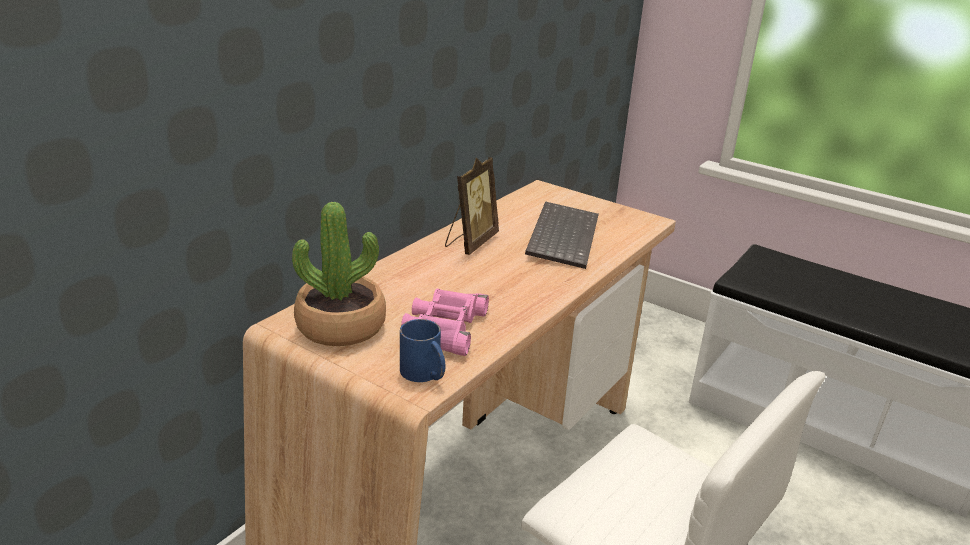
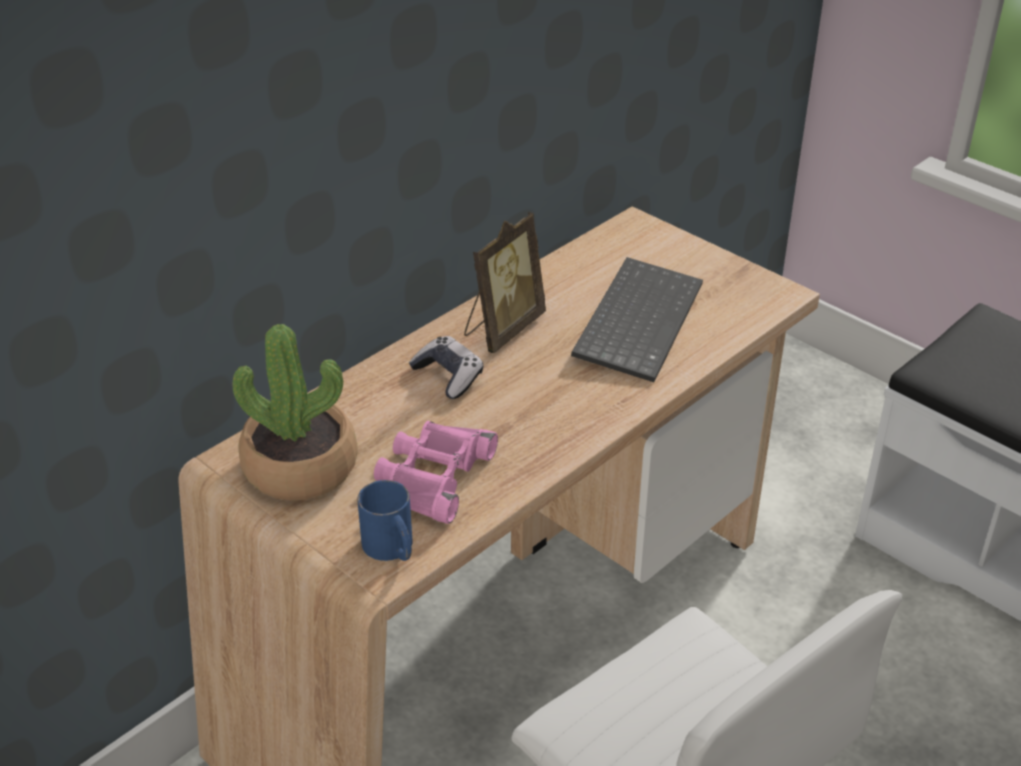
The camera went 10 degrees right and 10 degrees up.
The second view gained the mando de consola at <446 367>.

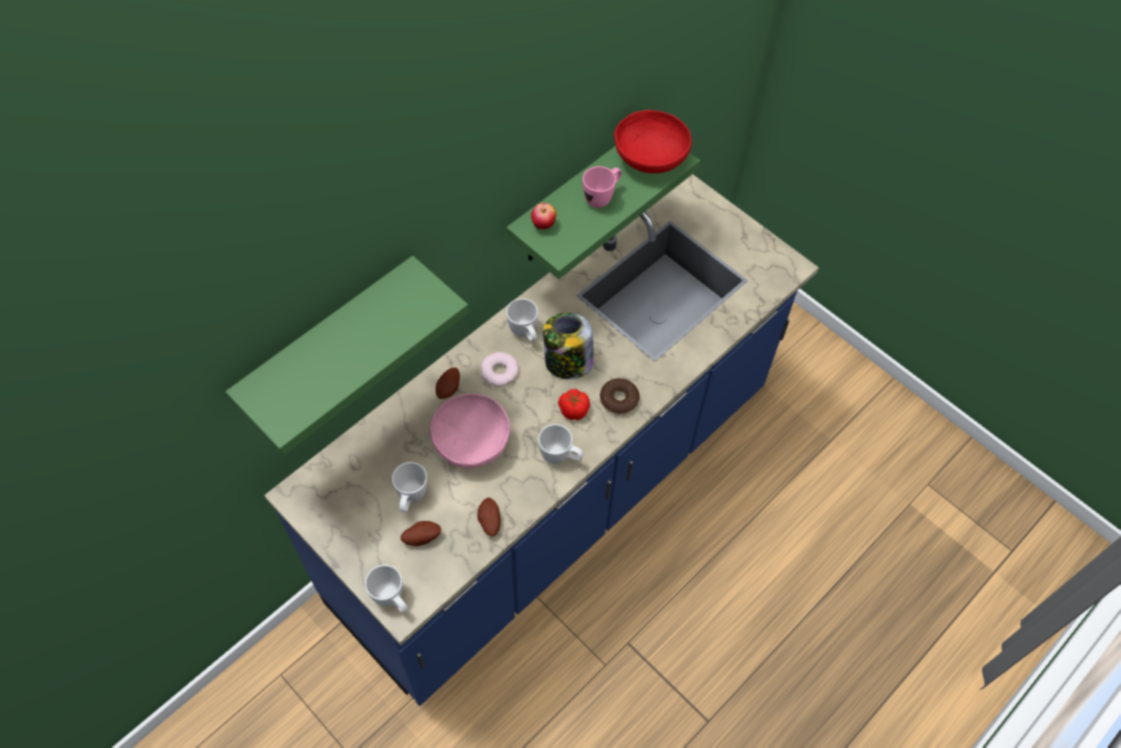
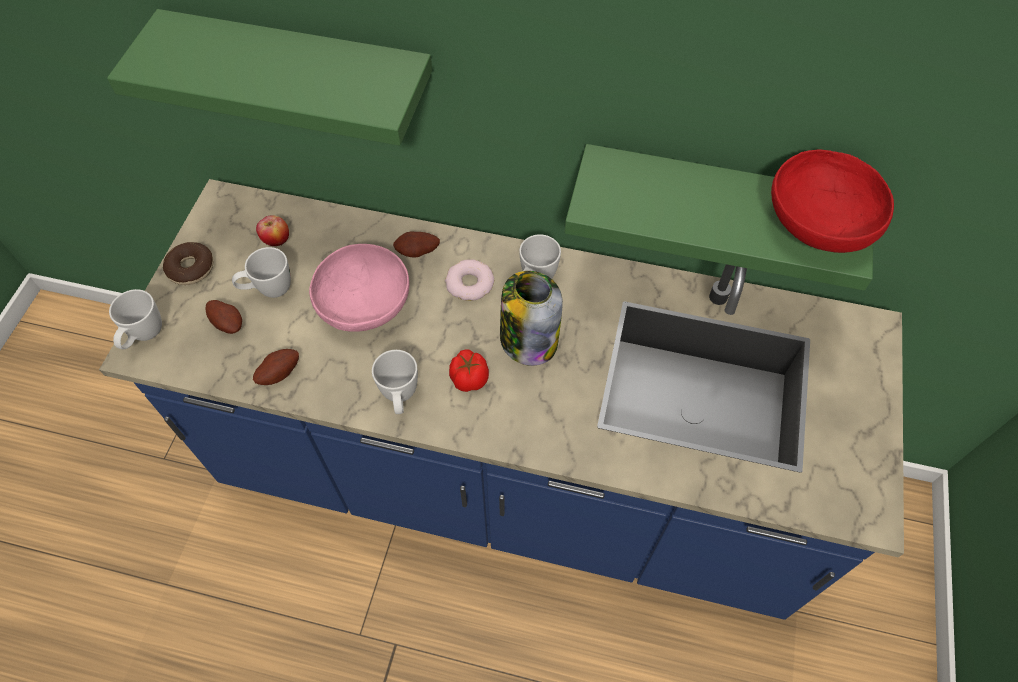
The camera went 60 degrees right and 0 degrees up.
The rosquilla ended up elsewhere, having gone from <620 396> to <188 263>.
The manzana ended up elsewhere, having gone from <543 216> to <272 230>.
The second view lost the taza grande/rosa at <602 187>.

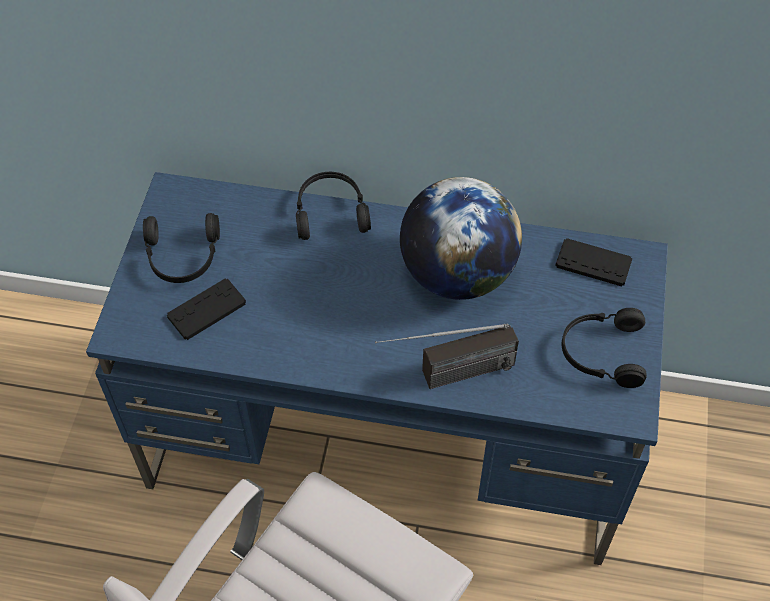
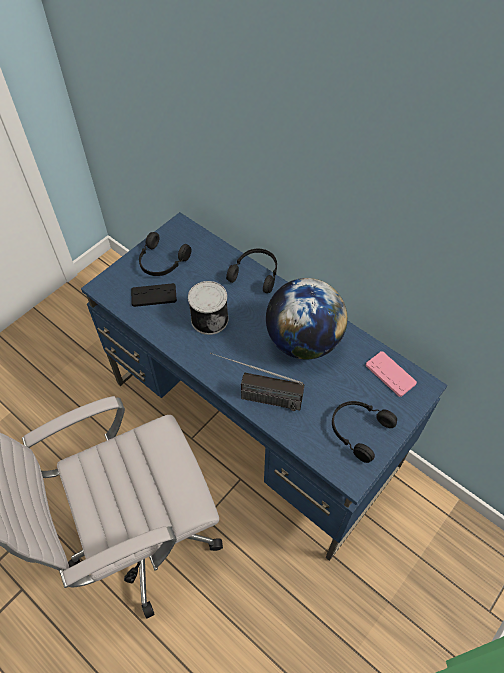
The camera went 30 degrees right and 0 degrees up.
The second view gained the lata at <208 308>.
What was the mando de consola/negro at <593 262> turned into the mando de consola/rosa at <391 374>.

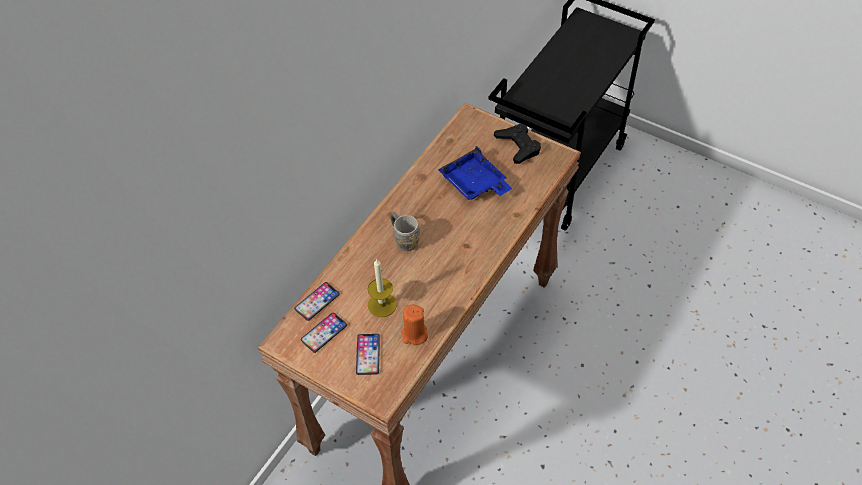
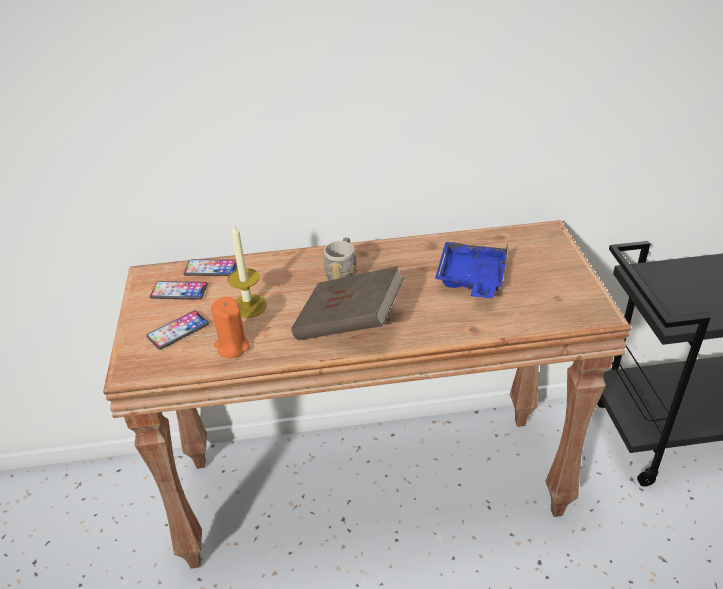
The camera went 50 degrees right and 15 degrees down.
The second view gained the libro/marrón at <347 303>.
The second view lost the mando de consola/negro at <517 144>.

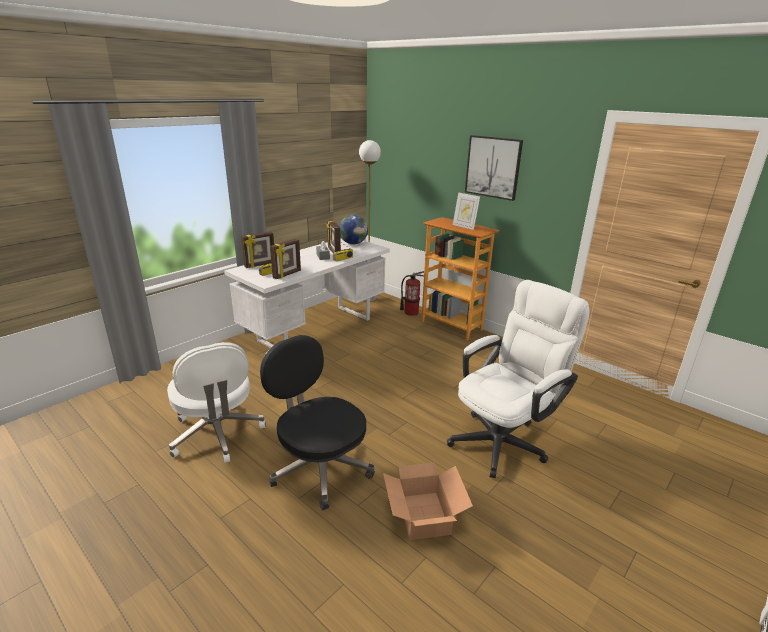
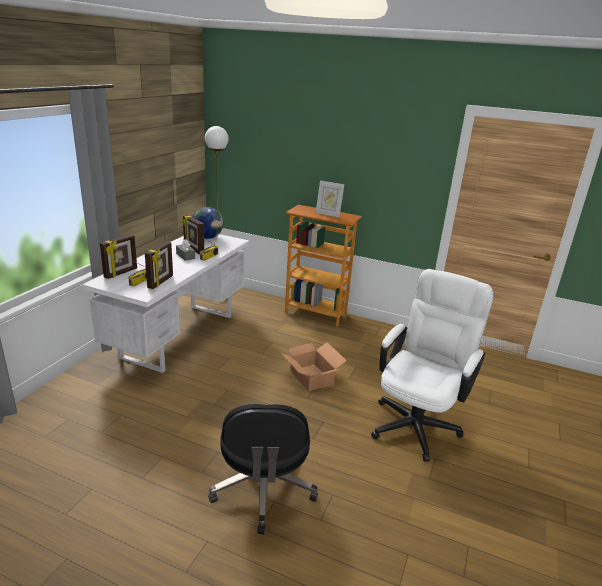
The camera went 20 degrees left and 0 degrees up.
The silla de oficina/negro at <317 422> ended up facing another way, 120 degrees counterclockwise from before.
The caja de cartón ended up elsewhere, having gone from <428 501> to <314 366>.
The second view lost the silla de oficina/blanco at <216 402>.
The second view lost the extintor at <412 293>.
The second view lost the cuadro at <494 168>.

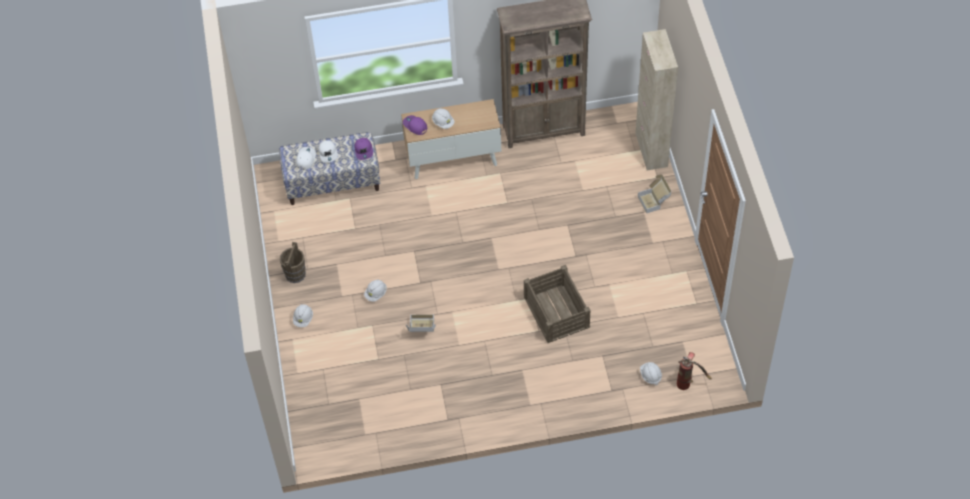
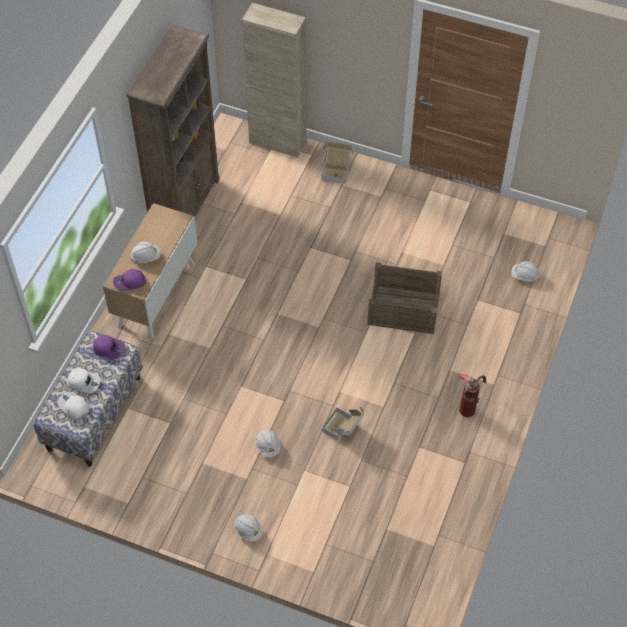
The camera went 60 degrees left and 0 degrees up.
The extintor ended up elsewhere, having gone from <694 371> to <472 395>.
The second view lost the cubo/marrón at <293 262>.

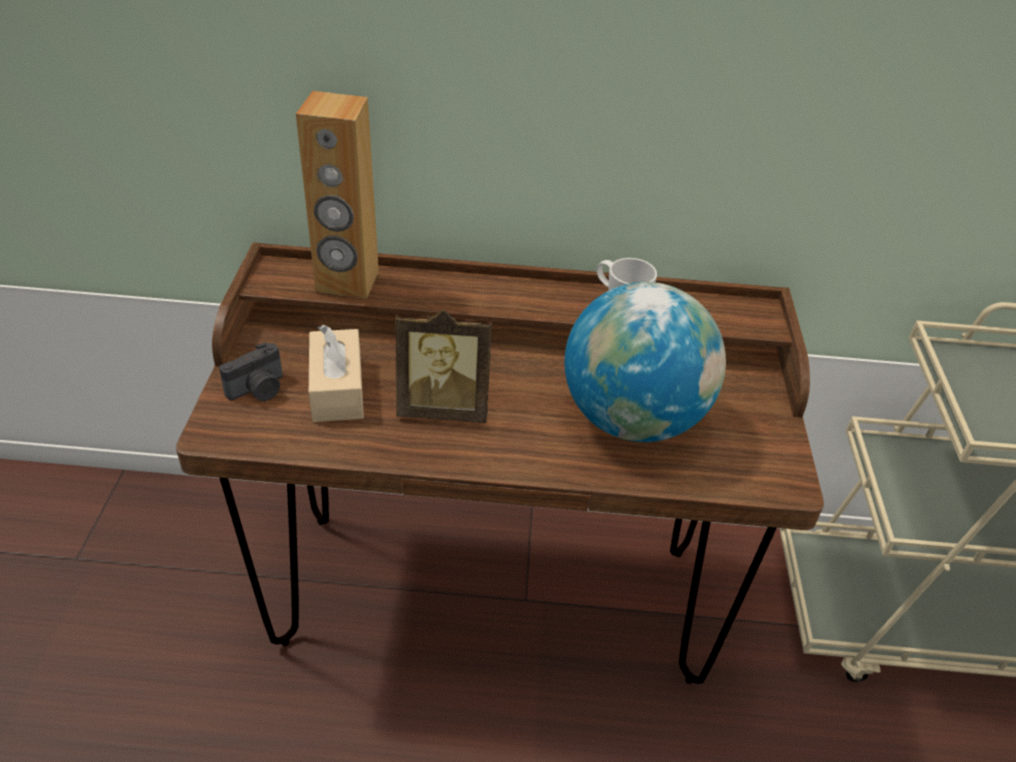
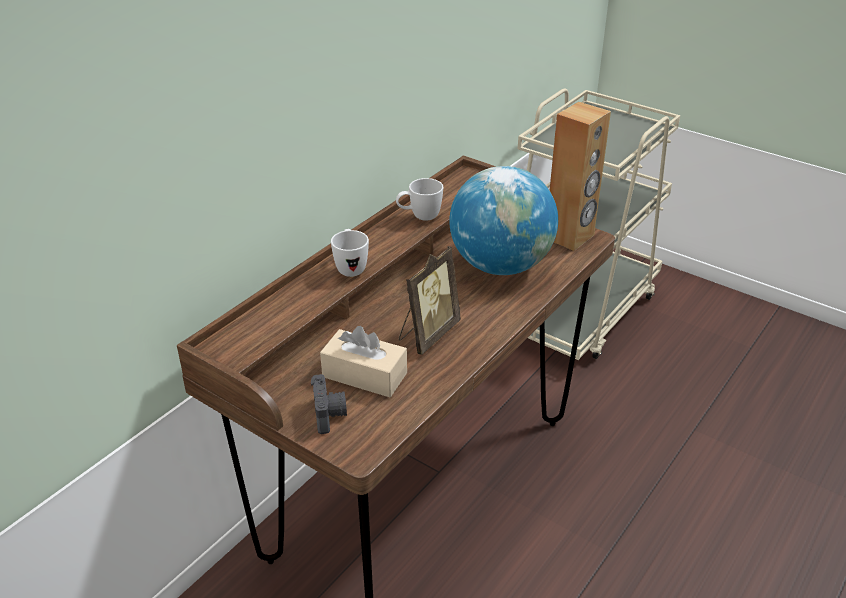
The camera went 55 degrees left and 5 degrees down.
The second view gained the taza grande/blanco at <350 253>.
The altavoz/marrón ended up elsewhere, having gone from <337 195> to <580 176>.

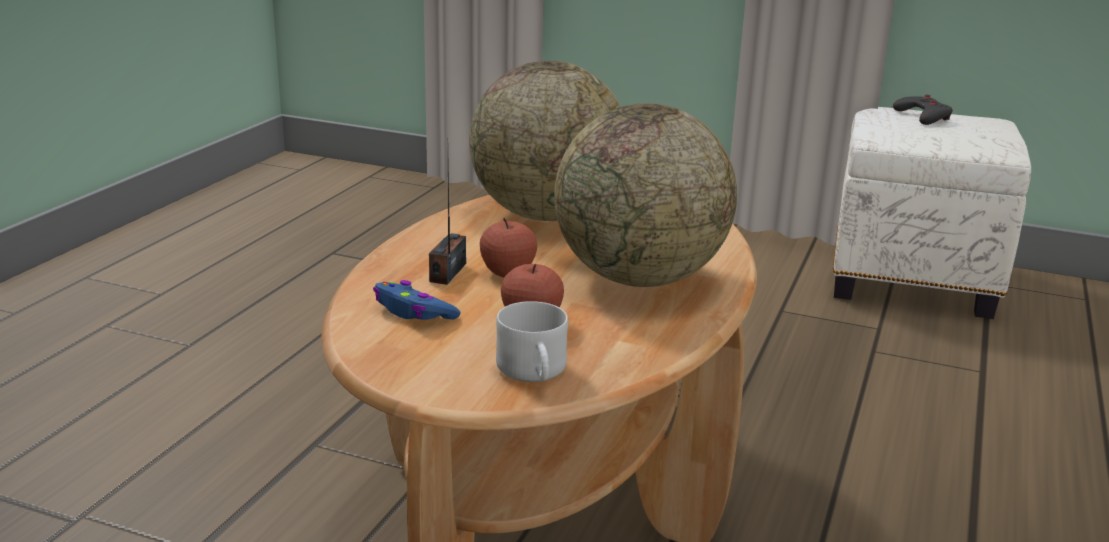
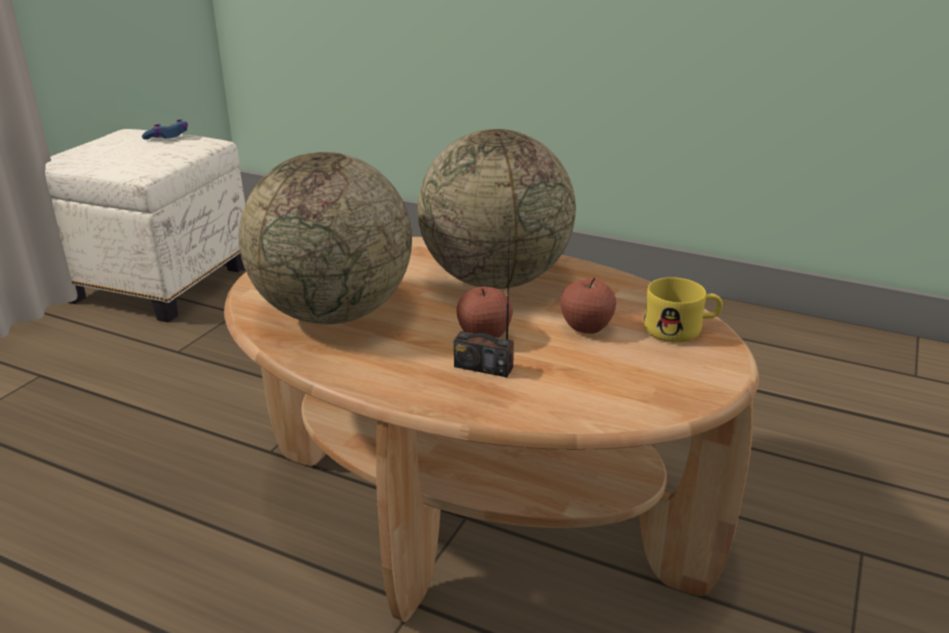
The camera went 85 degrees left and 5 degrees up.
The mando de consola/azul ended up elsewhere, having gone from <417 300> to <165 129>.
What was the taza grande/blanco at <532 341> turned into the taza grande/amarillo at <683 310>.
The second view lost the mando de consola/gris at <923 110>.

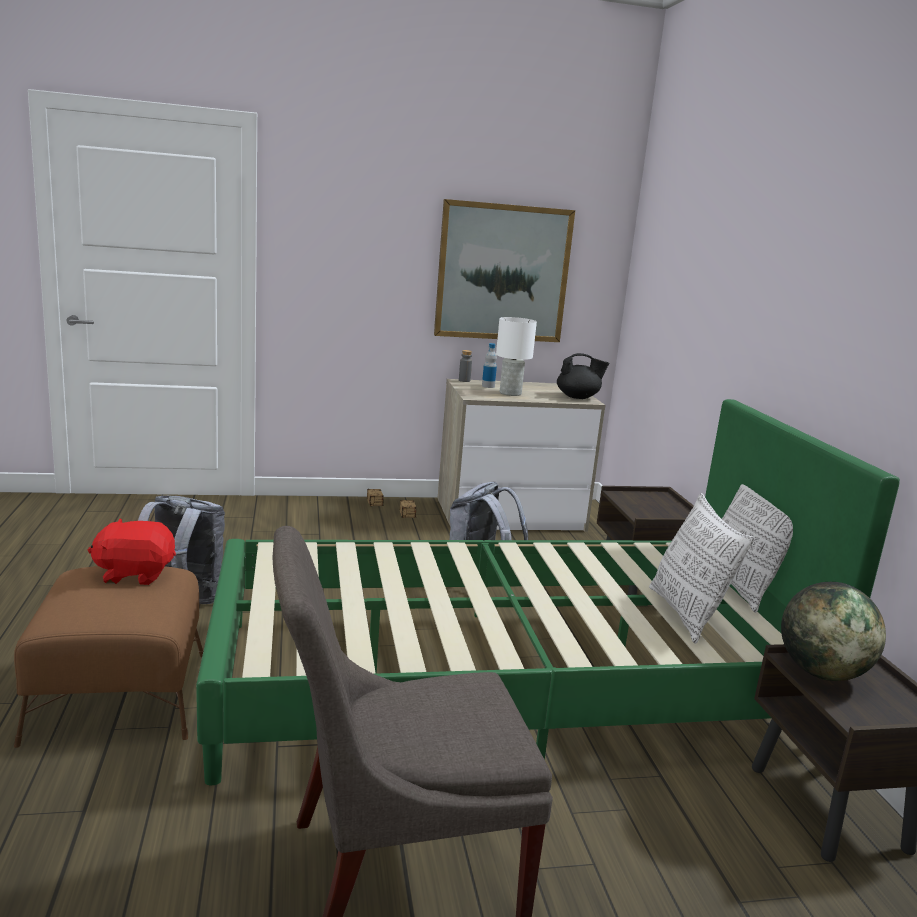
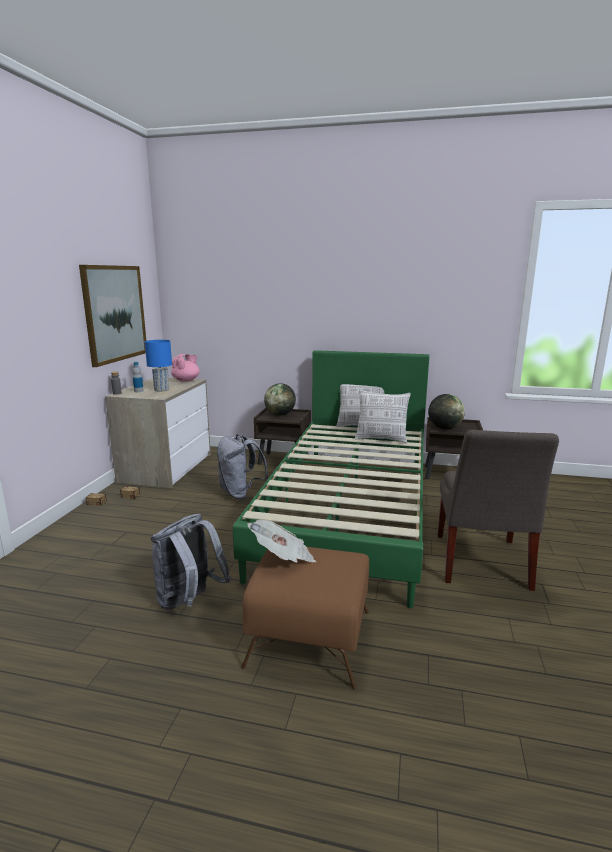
The camera went 65 degrees left and 0 degrees up.
What was the lámpara de mesa/blanco at <516 356> turned into the lámpara de mesa/azul at <158 365>.
What was the tetera/negro at <583 376> turned into the tetera/rosa at <185 368>.
Where the peluche/rojo stood at <132 552>, the periódico came to stand at <281 541>.
The second view gained the globo terráqueo at <280 399>.

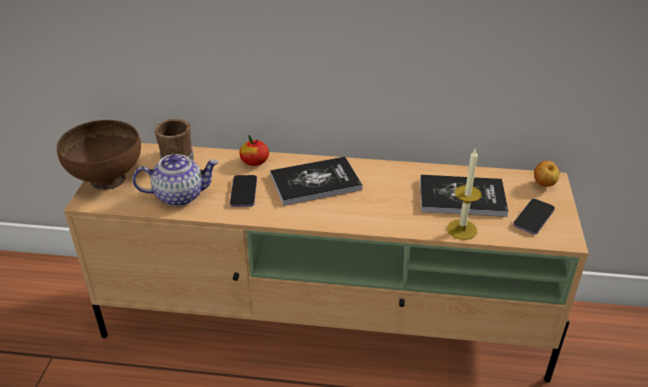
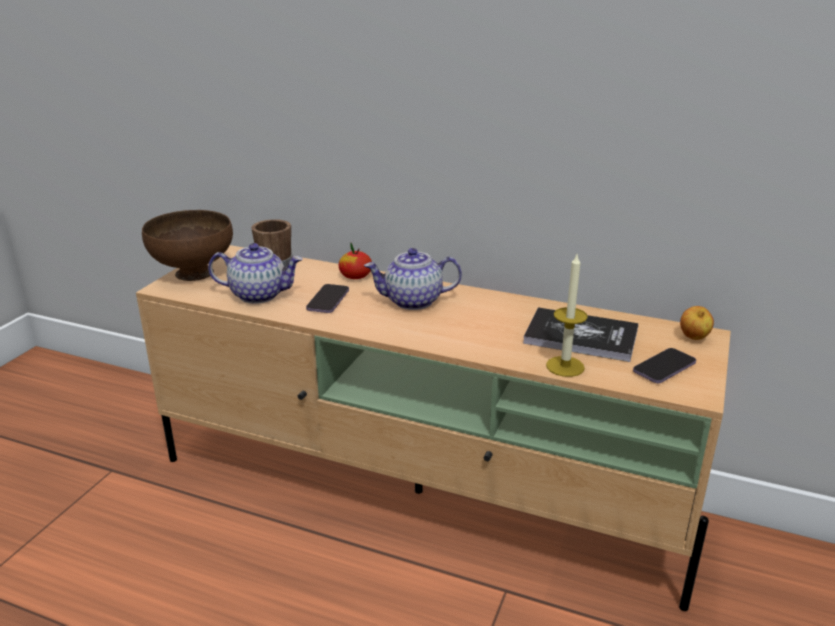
The camera went 15 degrees right and 10 degrees down.
Where the libro stood at <316 181>, the tetera came to stand at <413 279>.

